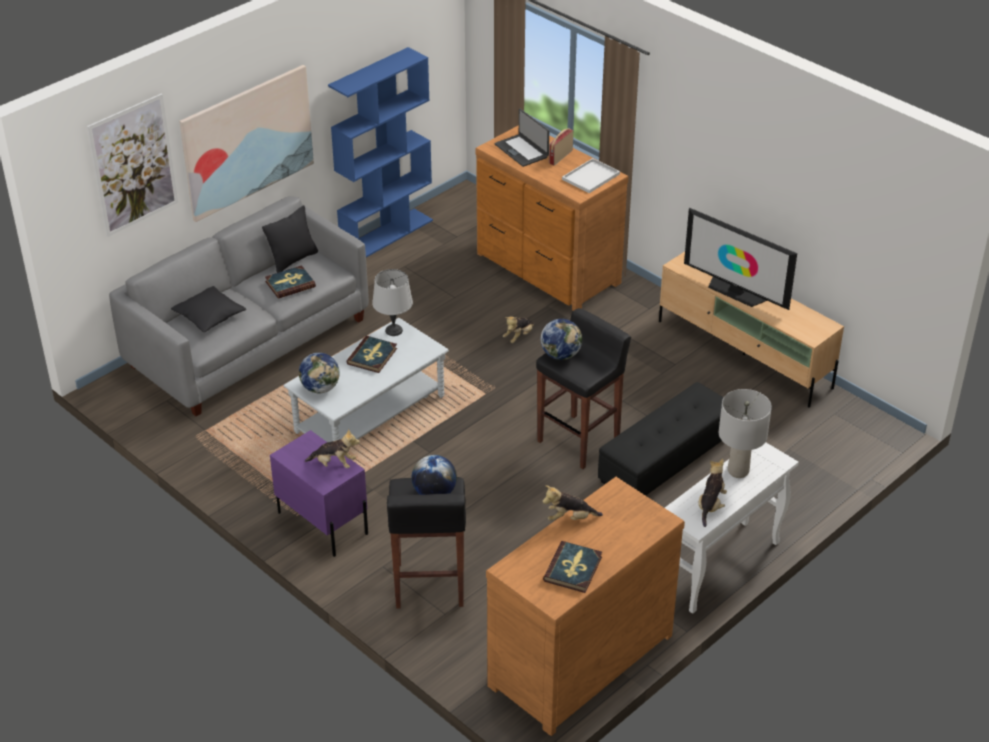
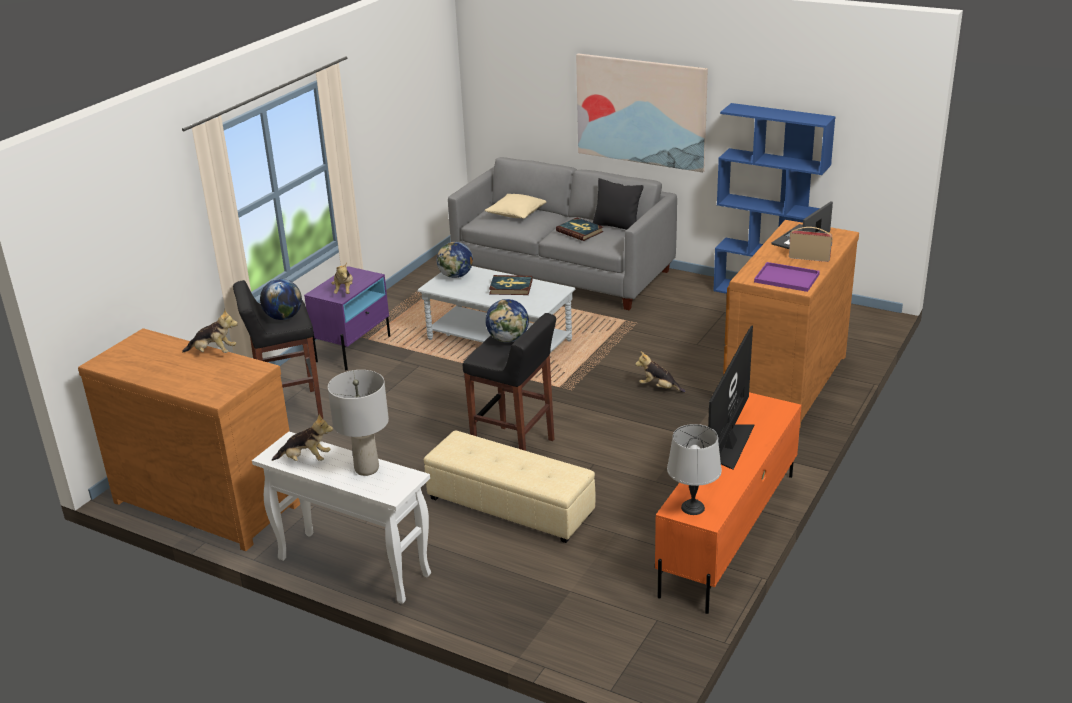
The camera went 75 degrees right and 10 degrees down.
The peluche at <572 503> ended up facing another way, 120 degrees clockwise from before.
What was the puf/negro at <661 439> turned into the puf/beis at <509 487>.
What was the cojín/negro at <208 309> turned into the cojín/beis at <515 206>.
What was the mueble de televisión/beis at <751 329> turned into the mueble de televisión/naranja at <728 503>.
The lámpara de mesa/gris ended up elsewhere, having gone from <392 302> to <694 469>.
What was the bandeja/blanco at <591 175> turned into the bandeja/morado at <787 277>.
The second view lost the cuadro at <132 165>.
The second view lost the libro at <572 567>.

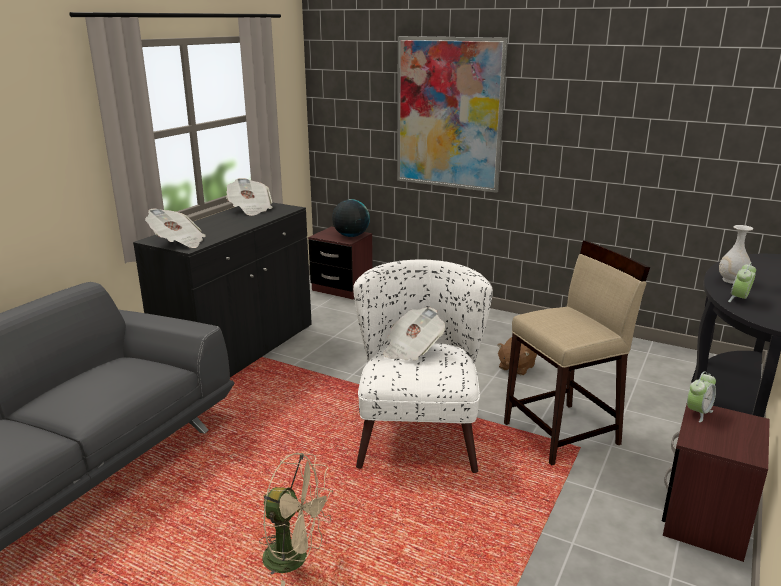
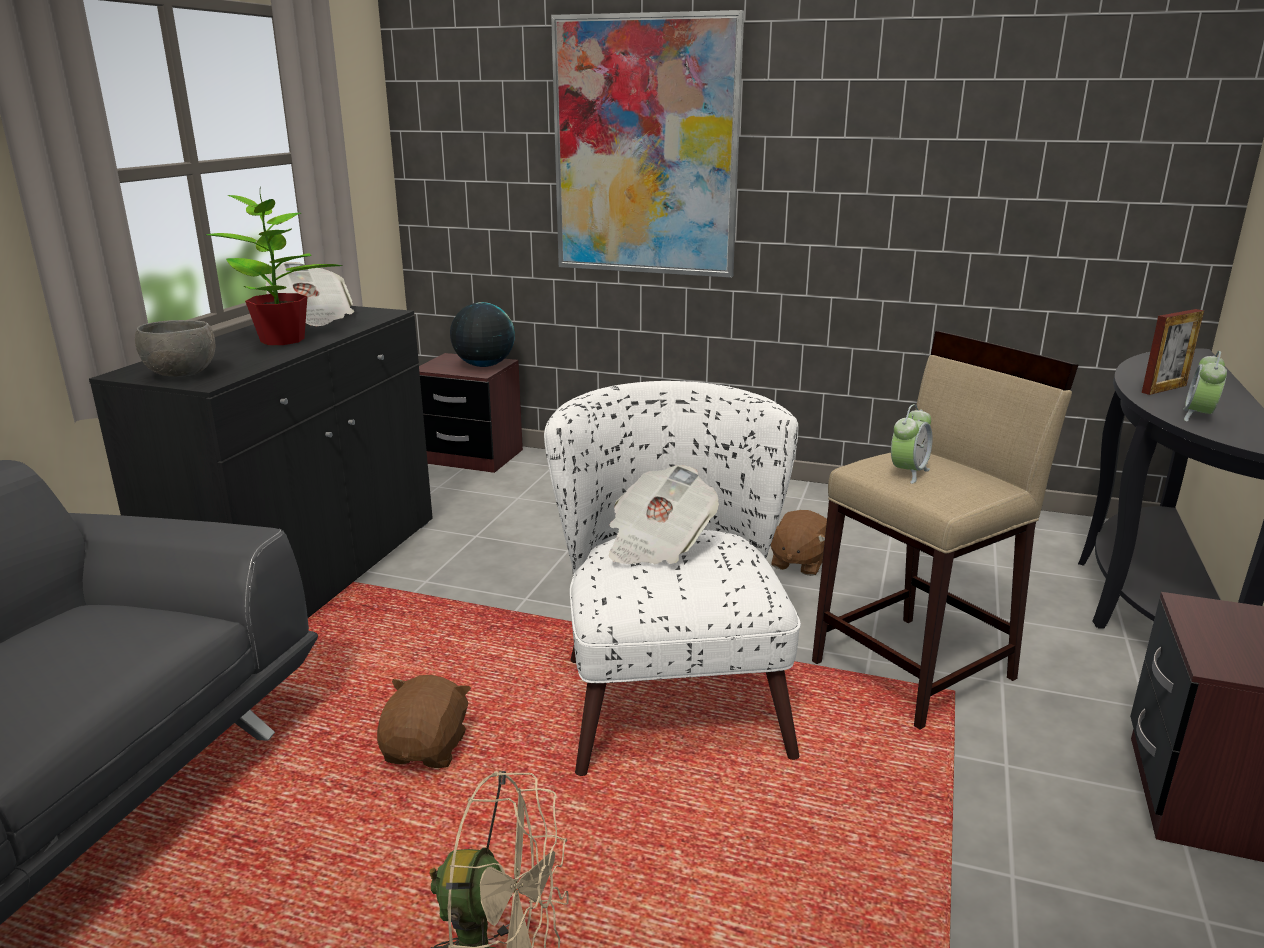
The camera went 10 degrees left and 0 degrees up.
Where the periódico stood at <175 228>, the cuenco/gris came to stand at <175 348>.
The second view gained the planta en maceta at <274 265>.
The second view gained the peluche/marrón at <424 721>.
The despertador ended up elsewhere, having gone from <701 396> to <912 444>.
Where the florero/blanco stood at <736 254>, the portarretratos came to stand at <1173 352>.

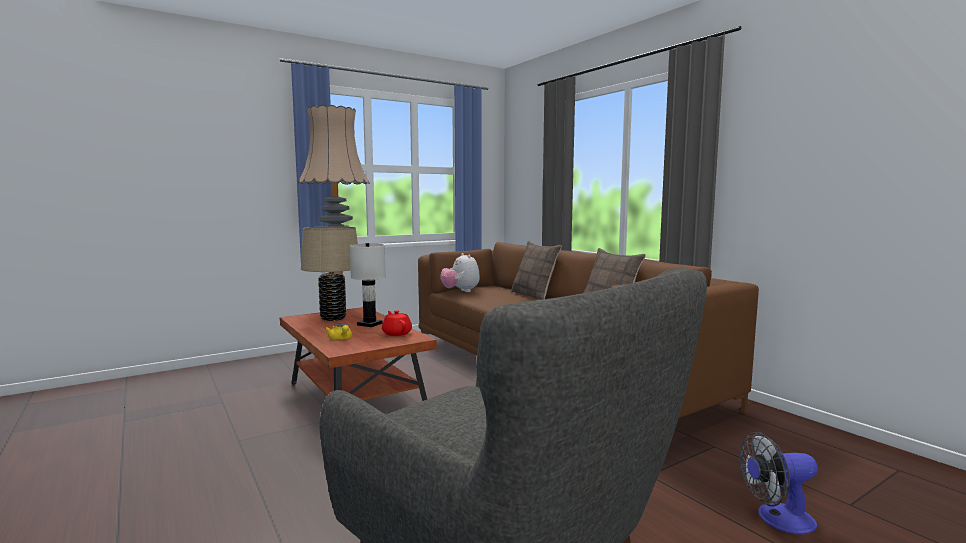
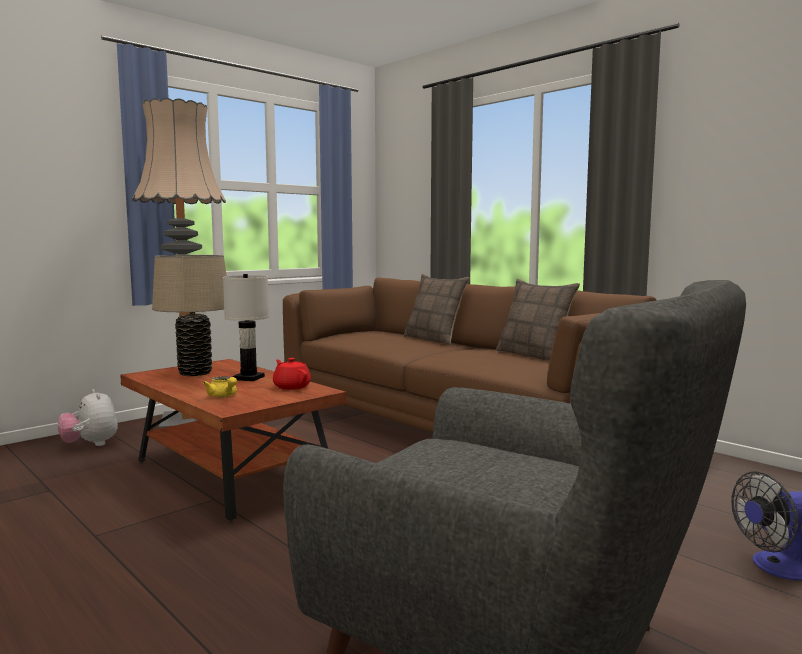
The camera went 10 degrees left and 0 degrees up.
The peluche ended up elsewhere, having gone from <460 272> to <88 417>.

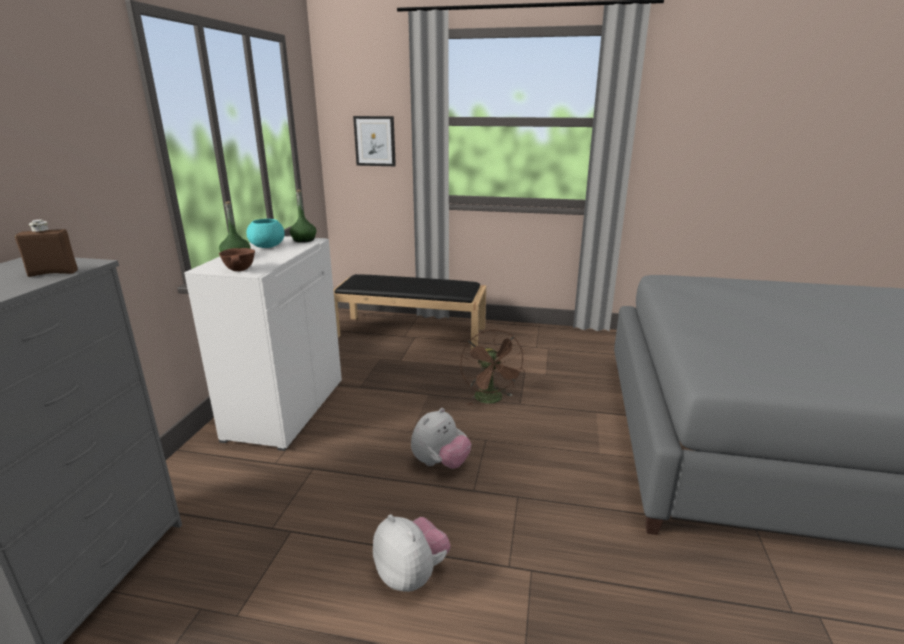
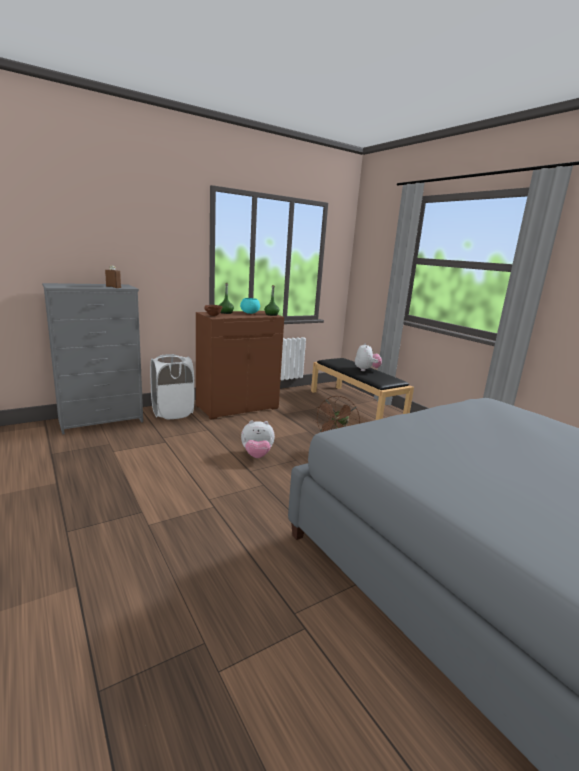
The camera went 45 degrees right and 5 degrees down.
The second view gained the cesto de la ropa/blanco at <172 386>.
What was the armario/blanco at <263 343> turned into the armario/marrón at <240 365>.
The peluche ended up elsewhere, having gone from <412 553> to <368 357>.
The second view lost the cuadro at <374 141>.

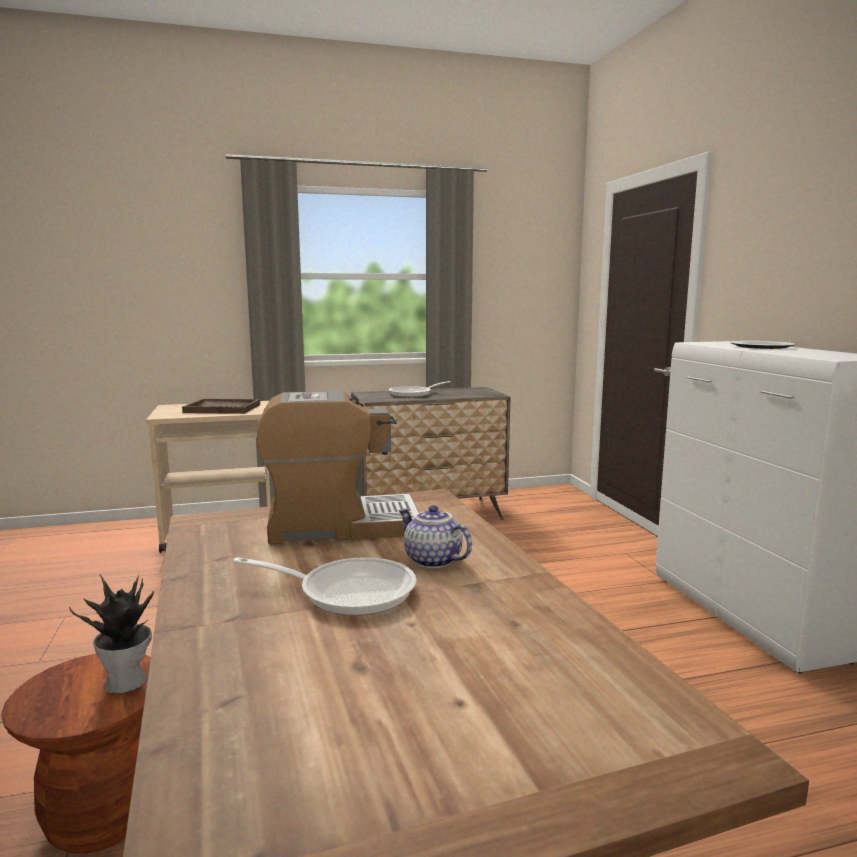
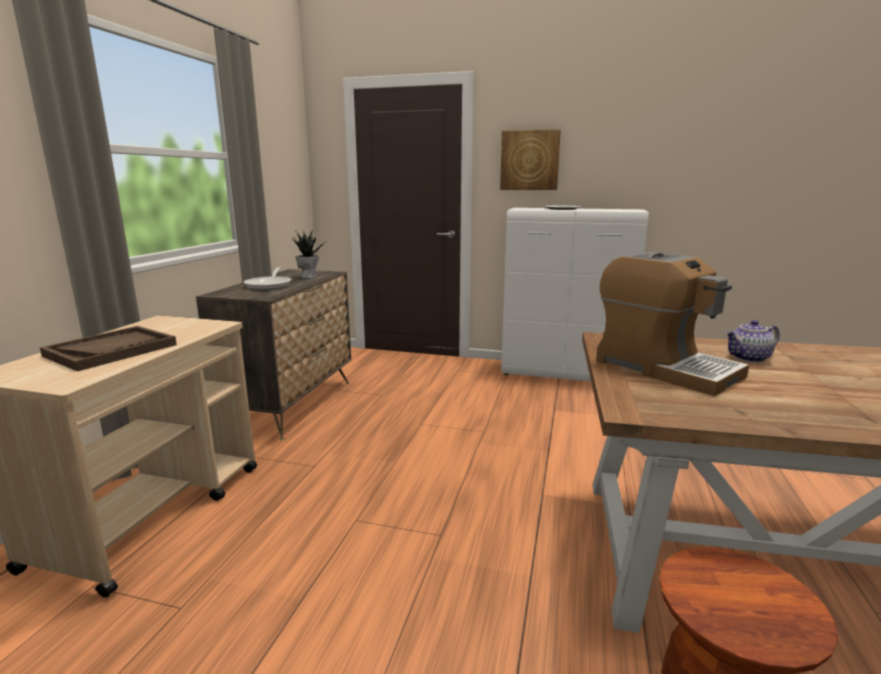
The camera went 60 degrees left and 5 degrees up.
The planta en maceta ended up elsewhere, having gone from <111 634> to <308 254>.
The second view gained the cuadro at <530 159>.
The cafetera at <338 468> ended up facing another way, 120 degrees clockwise from before.
The second view lost the sartén at <324 586>.

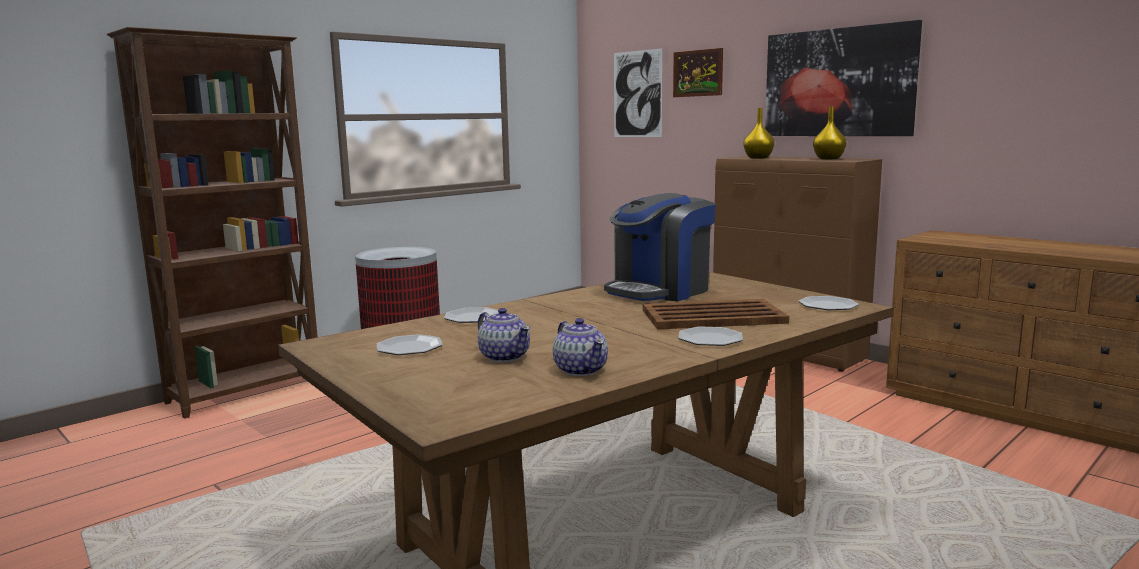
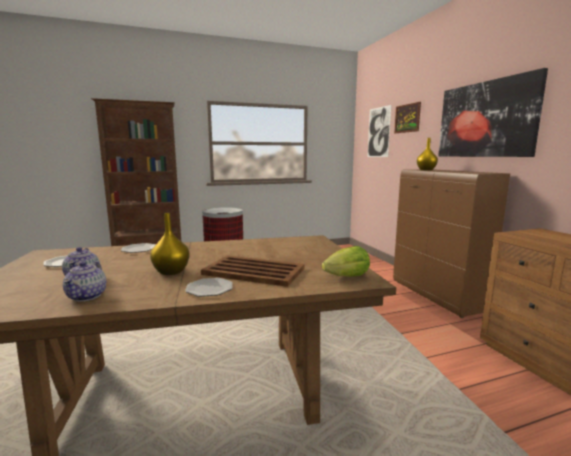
The camera went 25 degrees right and 0 degrees up.
The florero/amarillo ended up elsewhere, having gone from <829 132> to <169 244>.
Where the plato stood at <828 303>, the lechuga came to stand at <346 261>.
The second view lost the cafetera at <660 247>.

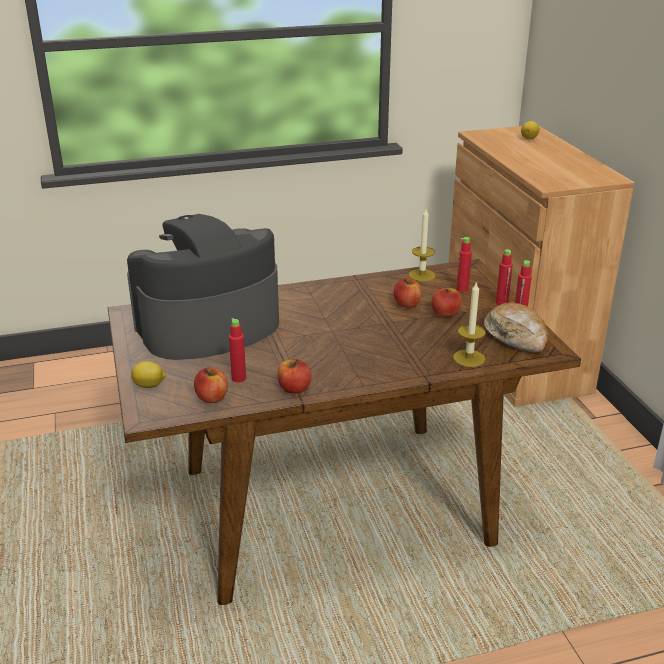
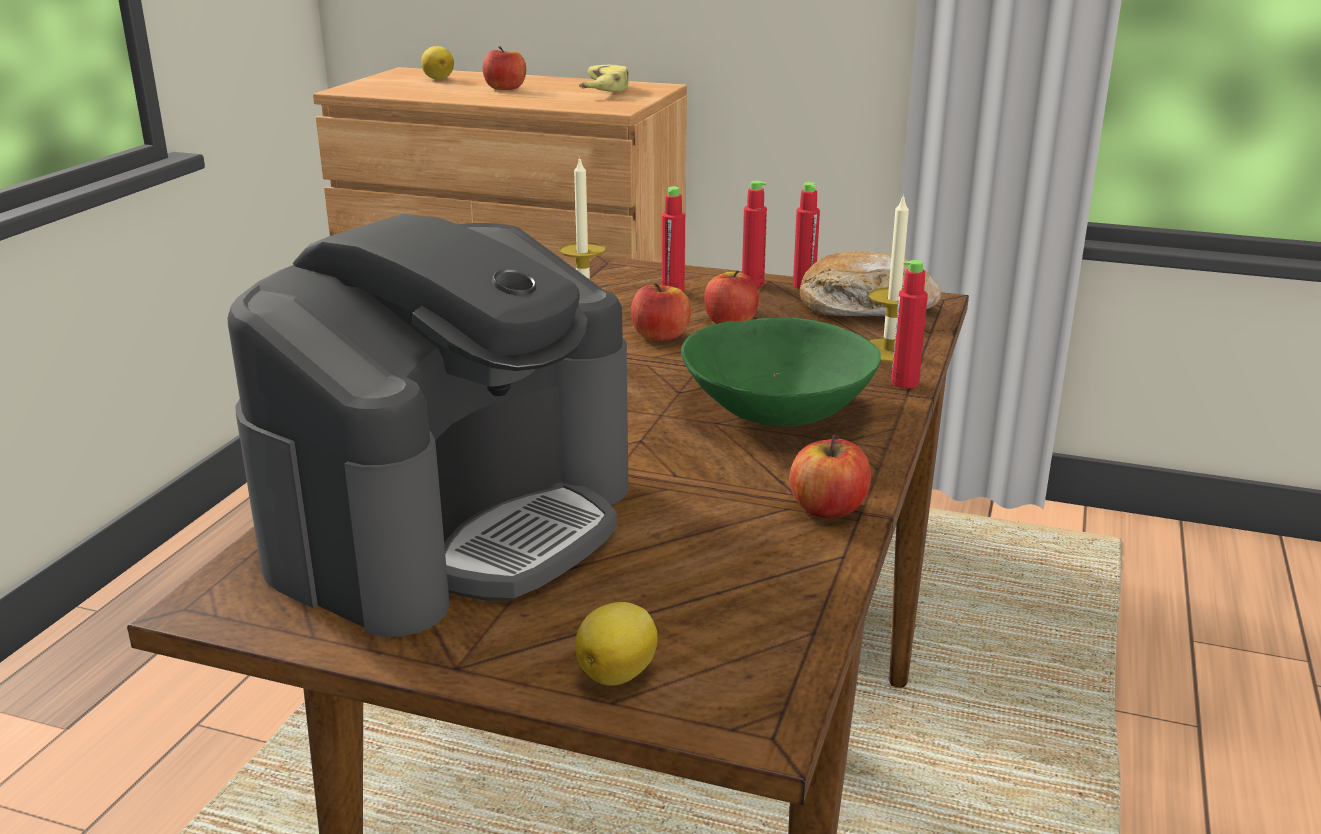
The camera went 55 degrees left and 5 degrees down.
The cafetera at <203 287> ended up facing another way, 150 degrees counterclockwise from before.
The manzana ended up elsewhere, having gone from <211 385> to <504 68>.
The second view gained the plátano at <604 78>.
The second view gained the cuenco/verde at <781 372>.
The botella/rojo ended up elsewhere, having gone from <237 350> to <909 324>.

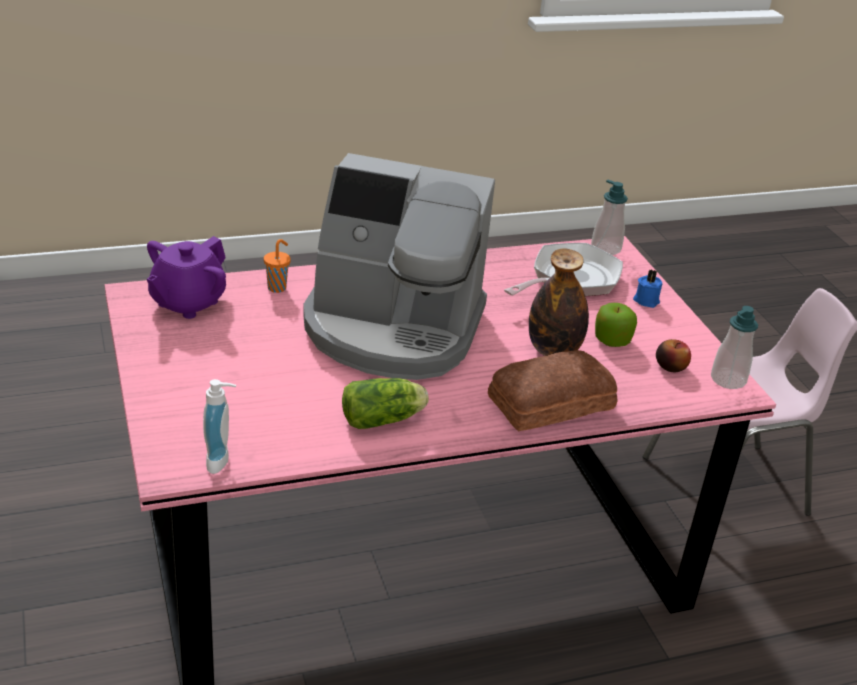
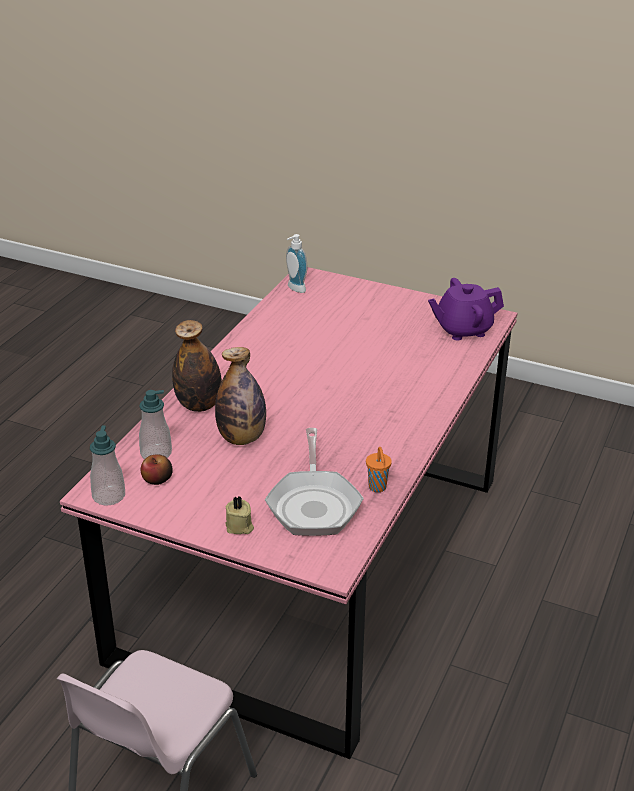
The camera went 135 degrees right and 0 degrees up.
The dispensador de jabón ended up elsewhere, having gone from <609 217> to <155 424>.
Where the pan stood at <553 391>, the botella came to stand at <197 366>.
What was the vela/azul at <647 289> turned into the vela/beis at <240 515>.
The taza/naranja ended up elsewhere, having gone from <277 266> to <379 469>.
The tetera/morado at <186 277> ended up facing another way, 90 degrees counterclockwise from before.
The second view lost the cafetera at <399 266>.
The second view lost the lechuga at <385 403>.
The second view lost the manzana at <616 325>.

